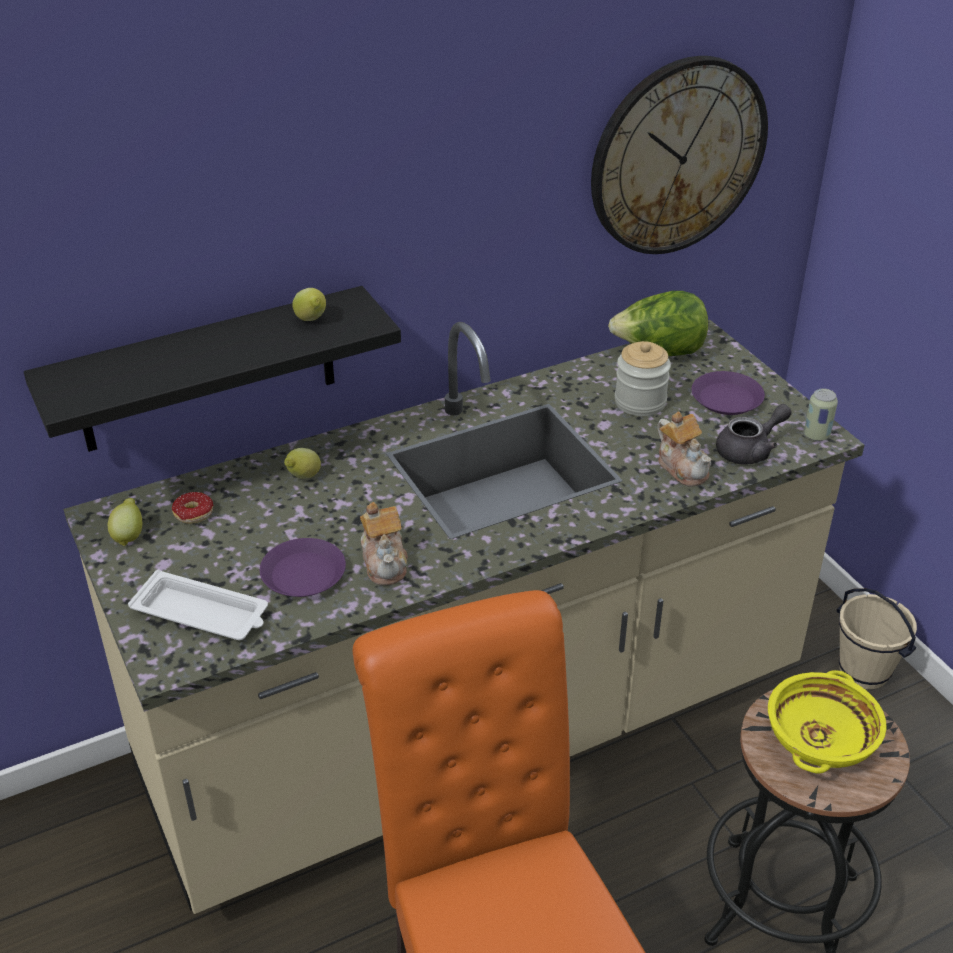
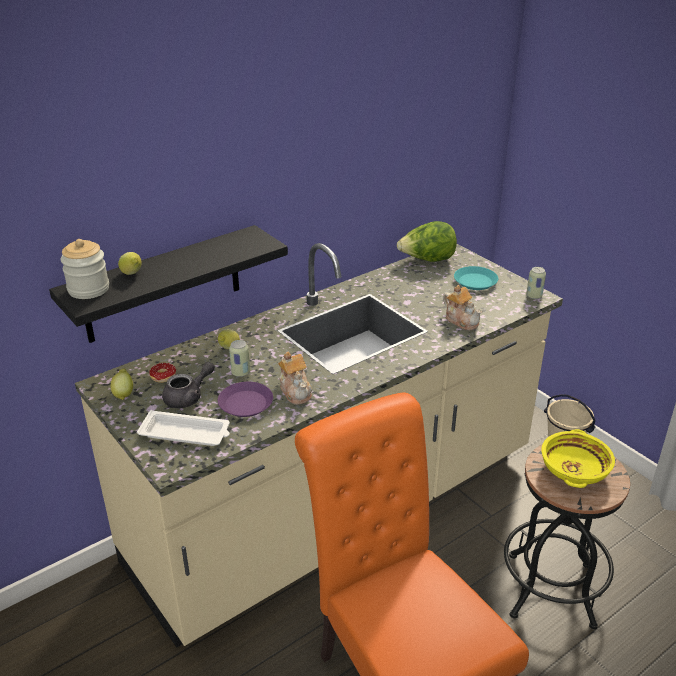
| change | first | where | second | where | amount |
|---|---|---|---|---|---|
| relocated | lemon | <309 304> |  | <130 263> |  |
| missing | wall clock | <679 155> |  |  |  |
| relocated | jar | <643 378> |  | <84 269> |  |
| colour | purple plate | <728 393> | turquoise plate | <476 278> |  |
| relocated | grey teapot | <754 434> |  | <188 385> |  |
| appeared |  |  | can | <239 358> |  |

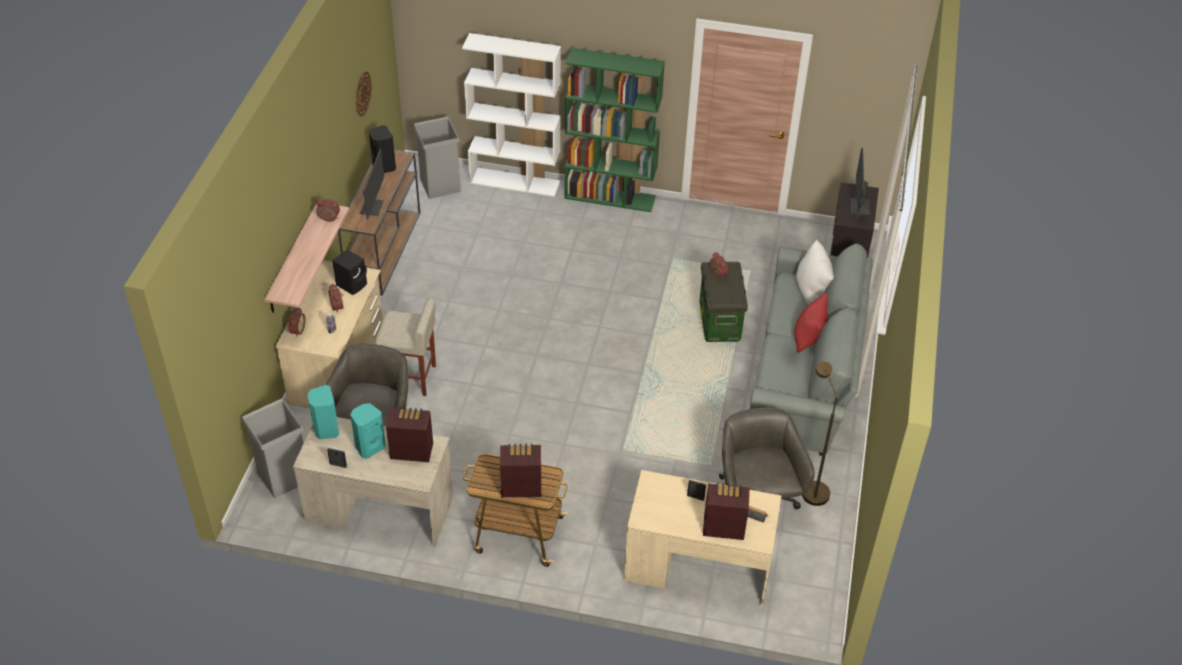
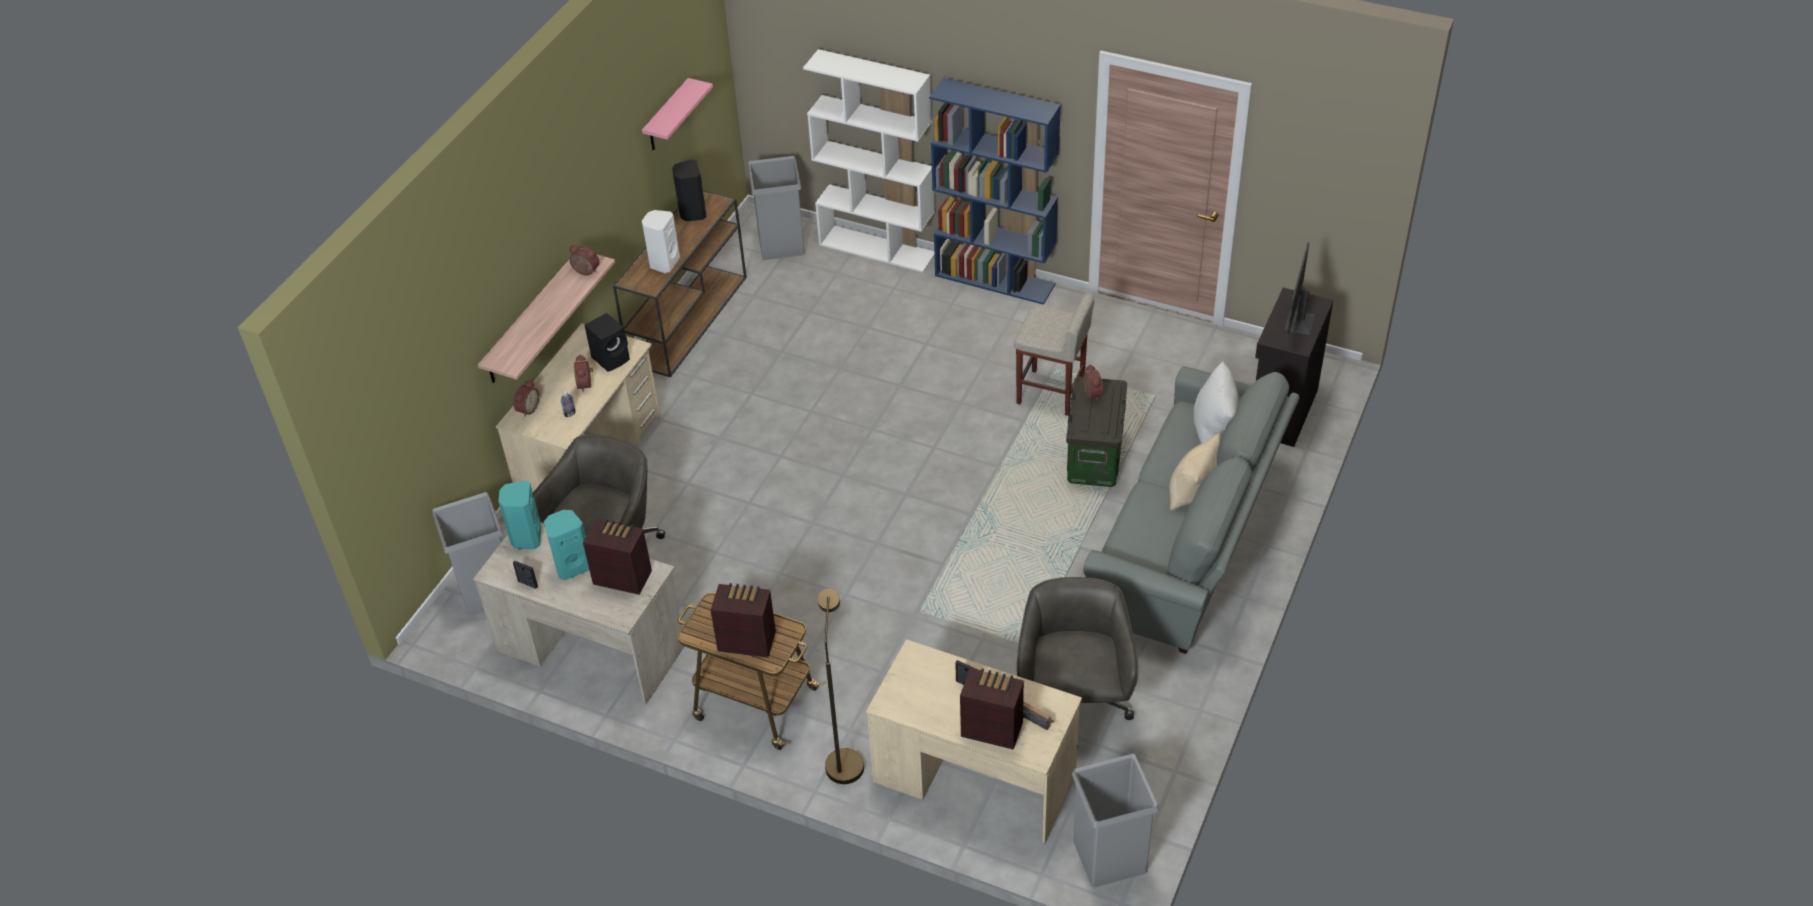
| change | first | where | second | where | amount |
|---|---|---|---|---|---|
| exchanged | wall clock | <364 94> | pink shelf | <677 114> |  |
| exchanged | monitor | <372 184> | white speaker | <661 241> |  |
| relocated | beige stool | <405 347> |  | <1054 354> |  |
| colour | green bookcase | <614 130> | blue bookcase | <995 191> |  |
| colour | red pillow | <811 322> | beige pillow | <1195 472> |  |
| relocated | brown floor lamp | <819 433> |  | <841 686> |  |
| appeared |  |  | grey trash can | <1115 821> |  |

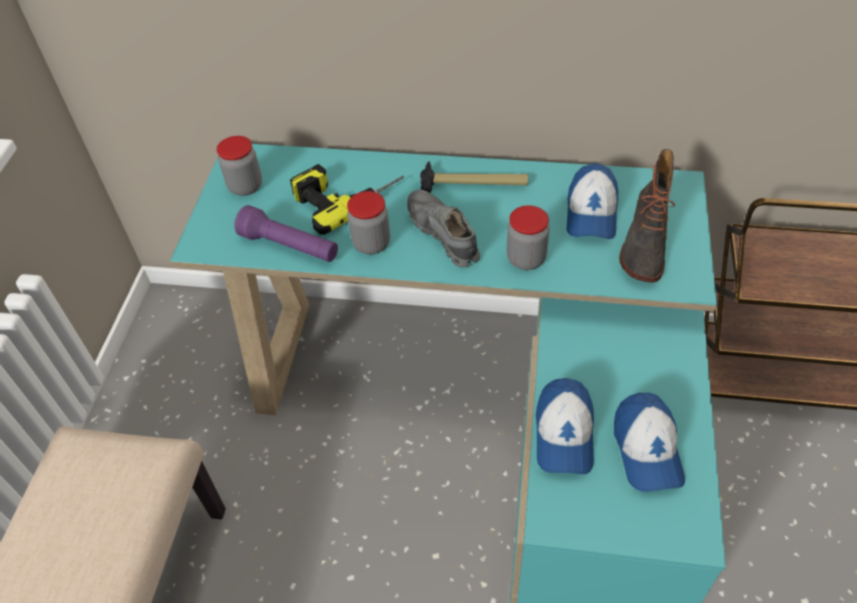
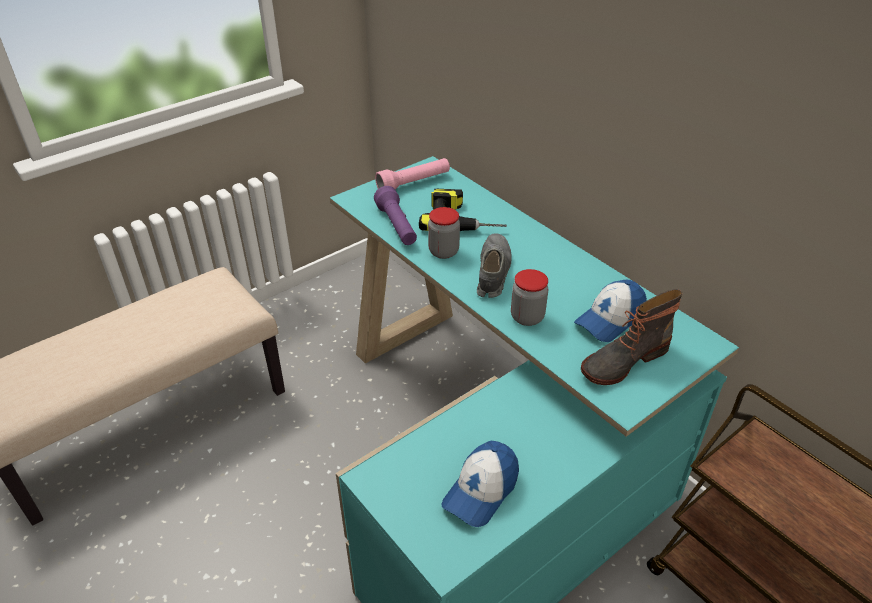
| change | first | where | second | where | amount |
|---|---|---|---|---|---|
| exchanged | jar | <239 166> | pink flashlight | <412 174> |  |
| missing | hammer | <474 177> |  |  |  |
| missing | cap | <565 426> |  |  |  |

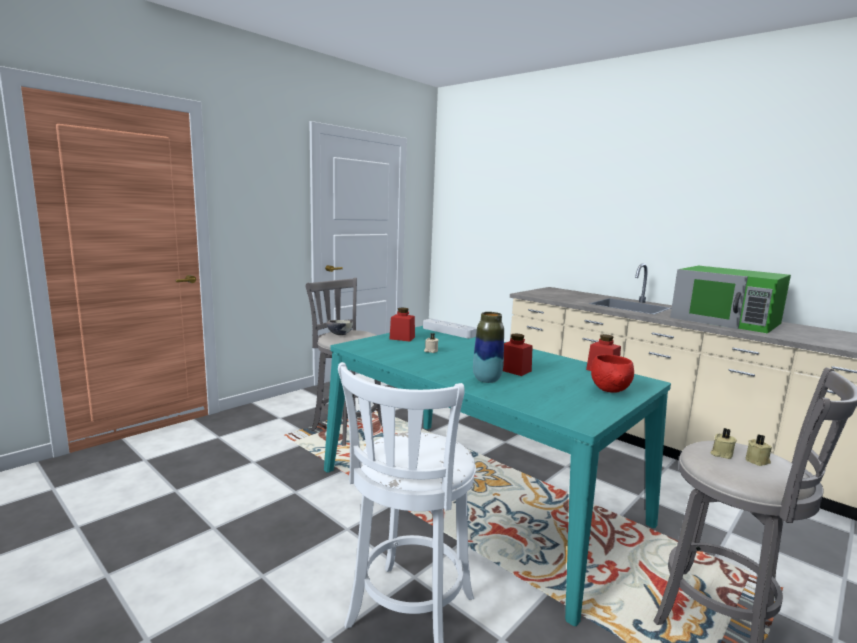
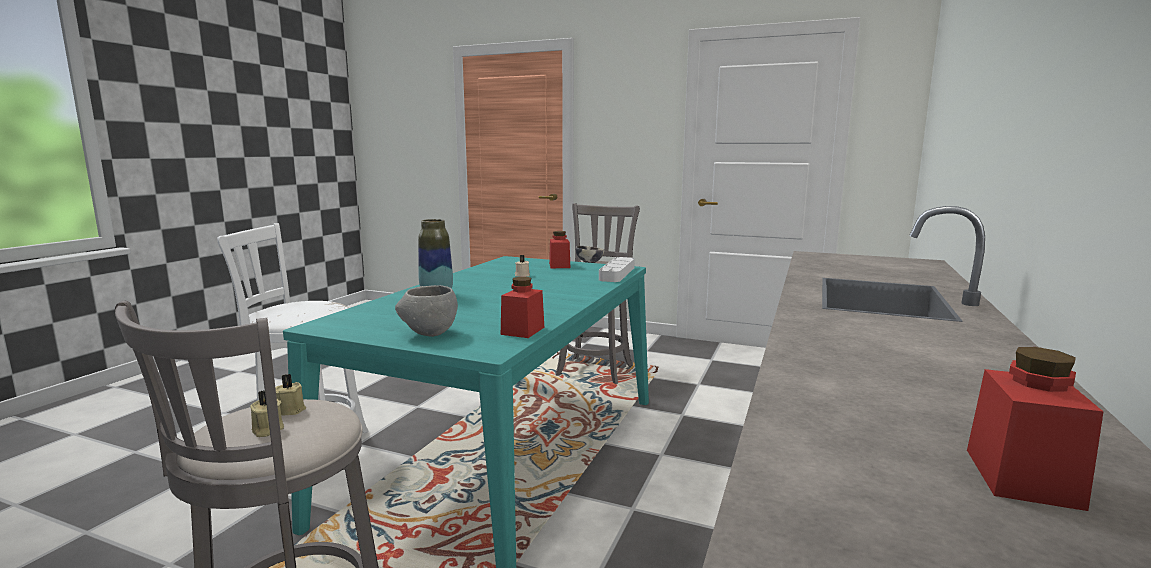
| change | first | where | second | where | amount |
|---|---|---|---|---|---|
| relocated | red jar | <518 354> |  | <1035 429> |  |
| colour | red bowl | <612 373> | grey bowl | <426 311> |  |
| missing | green microwave | <730 299> |  |  |  |

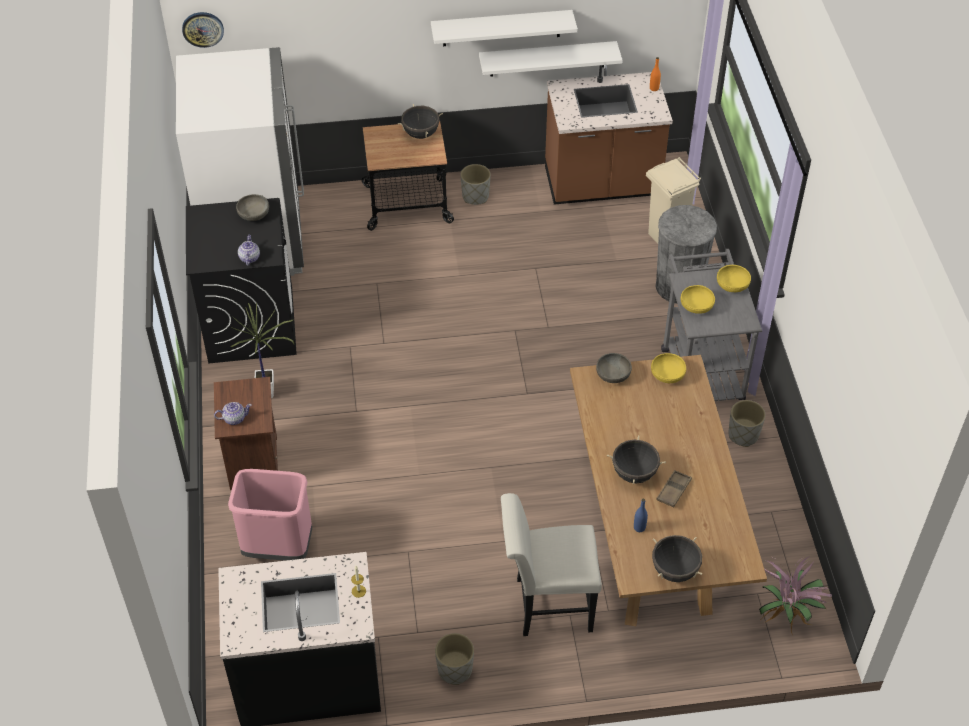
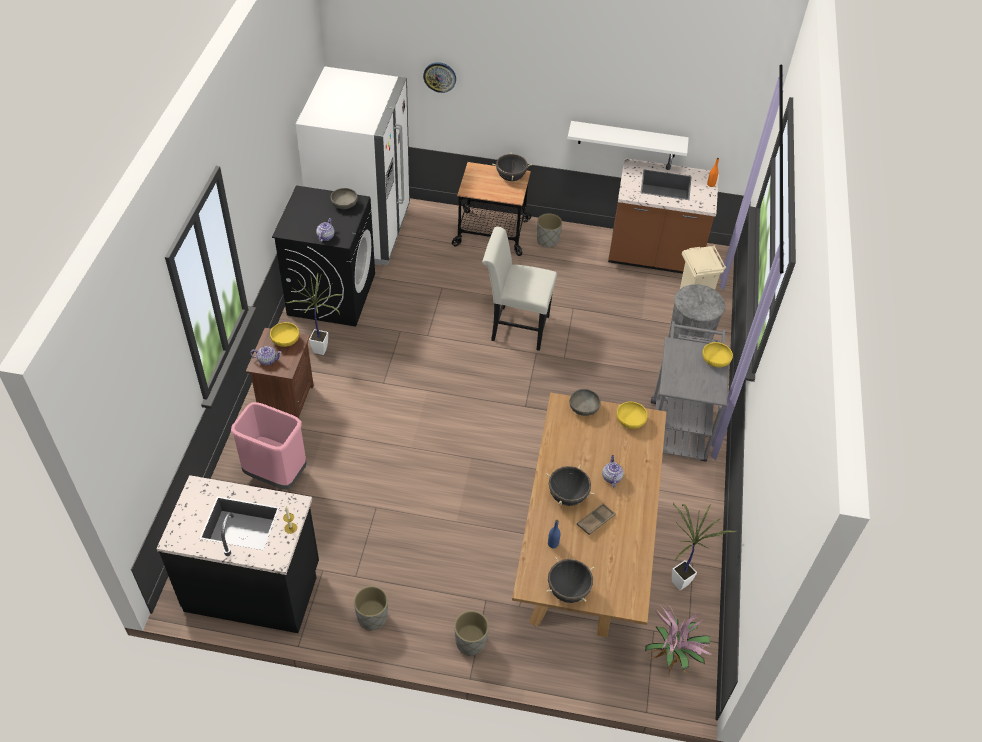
| change | first | where | second | where | amount |
|---|---|---|---|---|---|
| relocated | wall clock | <203 30> |  | <439 77> |  |
| missing | white shelf | <504 28> |  |  |  |
| relocated | white chair | <551 564> |  | <519 289> |  |
| relocated | yellow bowl | <698 299> |  | <284 334> |  |
| relocated | grey planter | <747 423> |  | <471 633> |  |
| appeared |  |  | teapot | <613 471> |  |
| appeared |  |  | potted plant | <704 546> |  |

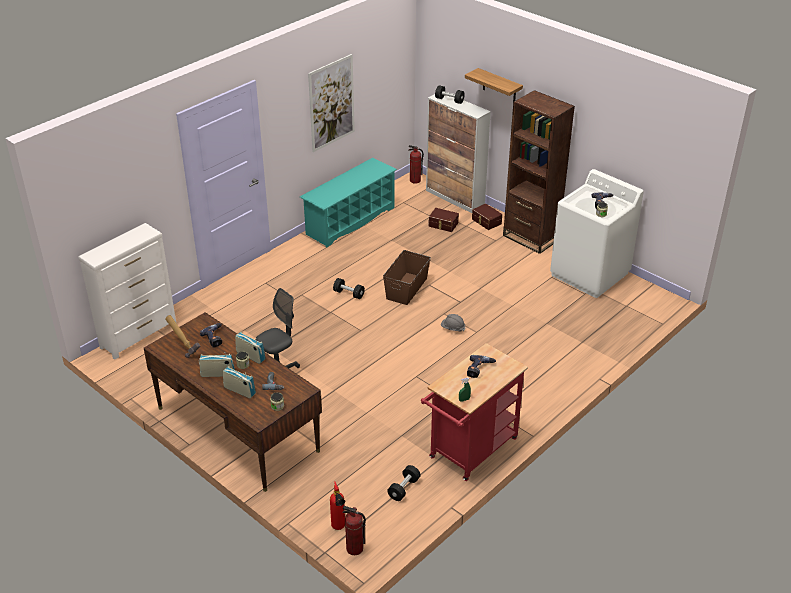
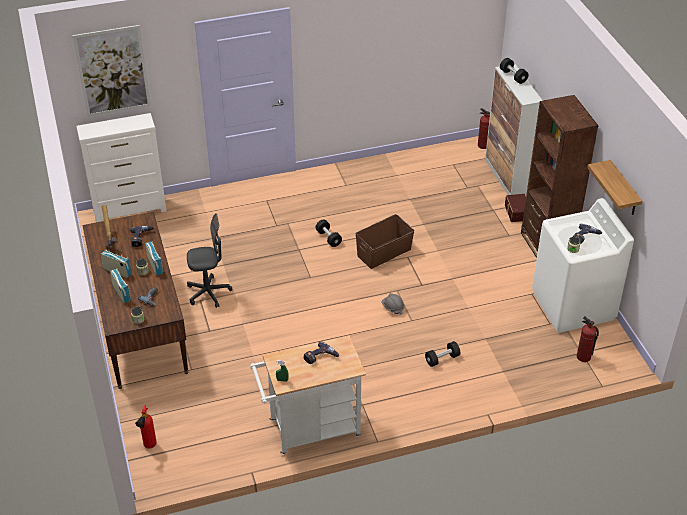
| change | first | where | second | where | amount |
|---|---|---|---|---|---|
| missing | turquoise shoe rack | <348 203> |  |  |  |
| relocated | picture | <331 103> |  | <112 70> |  |
| relocated | fire extinguisher | <354 530> |  | <588 339> |  |
| relocated | black dumbbell | <403 483> |  | <442 354> |  |
| colour | red cart | <474 412> | white cart | <308 395> |  |
| missing | brown storage box | <444 220> |  |  |  |
| relocated | shelf | <494 85> |  | <614 187> |  |

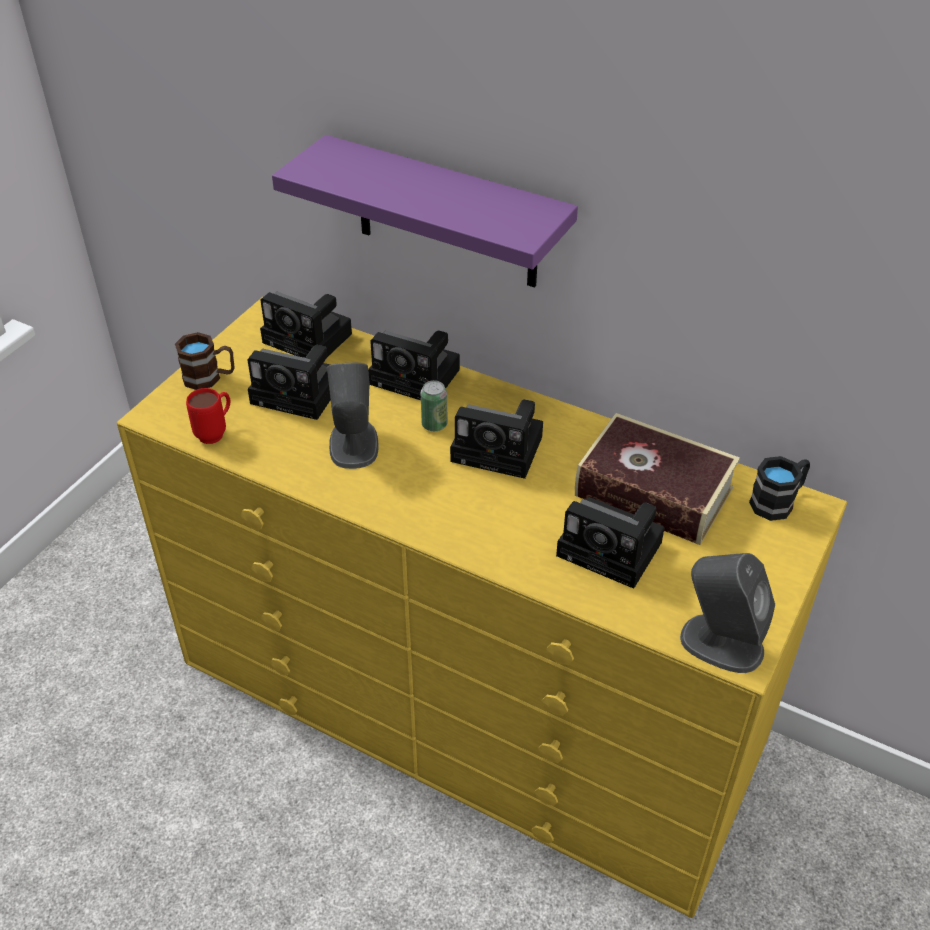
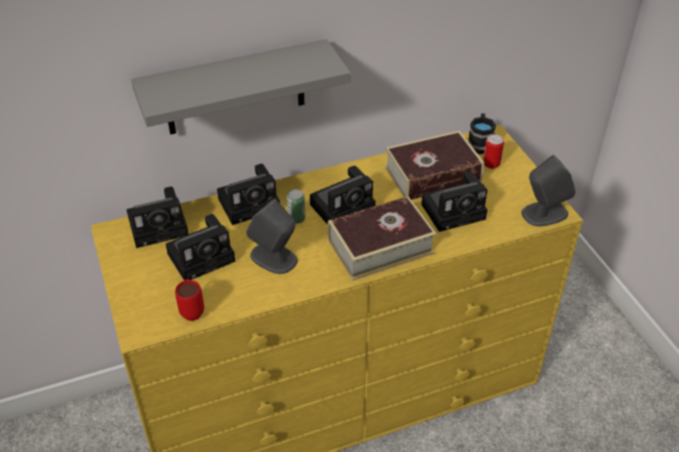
| change | first | where | second | where | amount |
|---|---|---|---|---|---|
| missing | brown mug | <204 361> |  |  |  |
| colour | purple shelf | <425 211> | grey shelf | <241 87> |  |
| appeared |  |  | book | <381 238> |  |
| appeared |  |  | can | <493 151> |  |

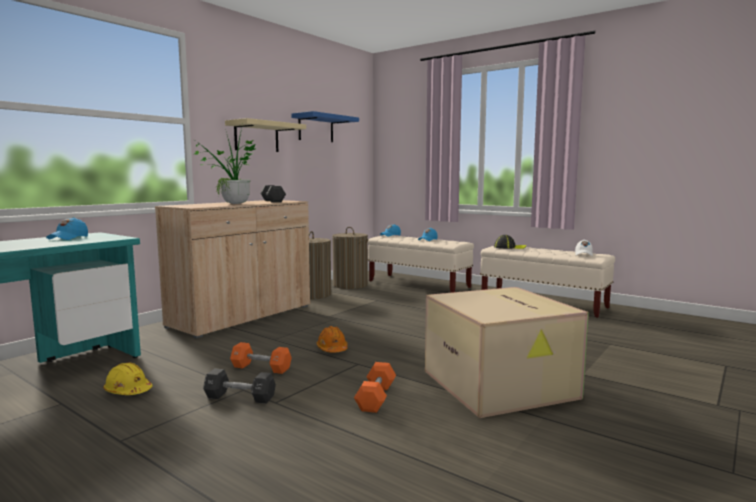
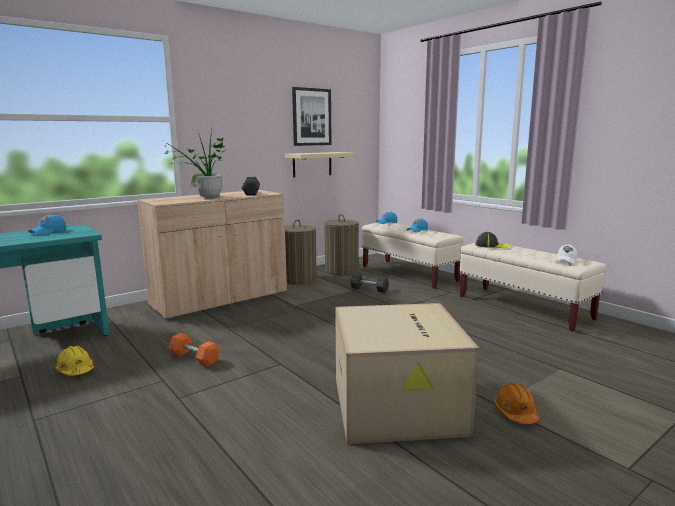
| change | first | where | second | where | amount |
|---|---|---|---|---|---|
| relocated | black dumbbell | <239 386> |  | <369 283> |  |
| relocated | beige shelf | <265 135> |  | <319 165> |  |
| exchanged | blue shelf | <325 126> | picture | <312 116> |  |
| relocated | orange hard hat | <332 339> |  | <516 403> |  |
| missing | orange dumbbell | <375 387> |  |  |  |

